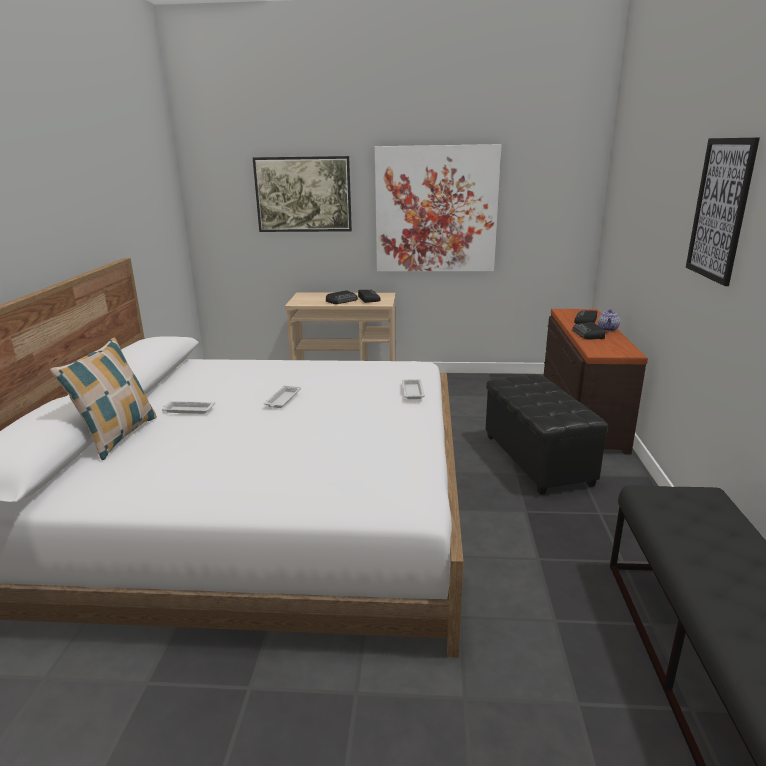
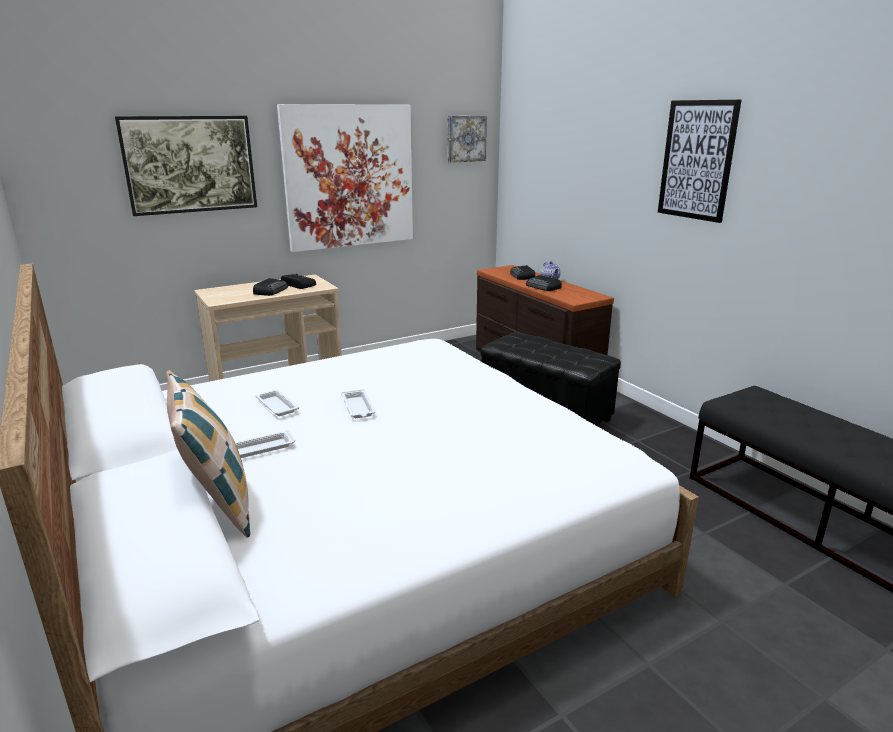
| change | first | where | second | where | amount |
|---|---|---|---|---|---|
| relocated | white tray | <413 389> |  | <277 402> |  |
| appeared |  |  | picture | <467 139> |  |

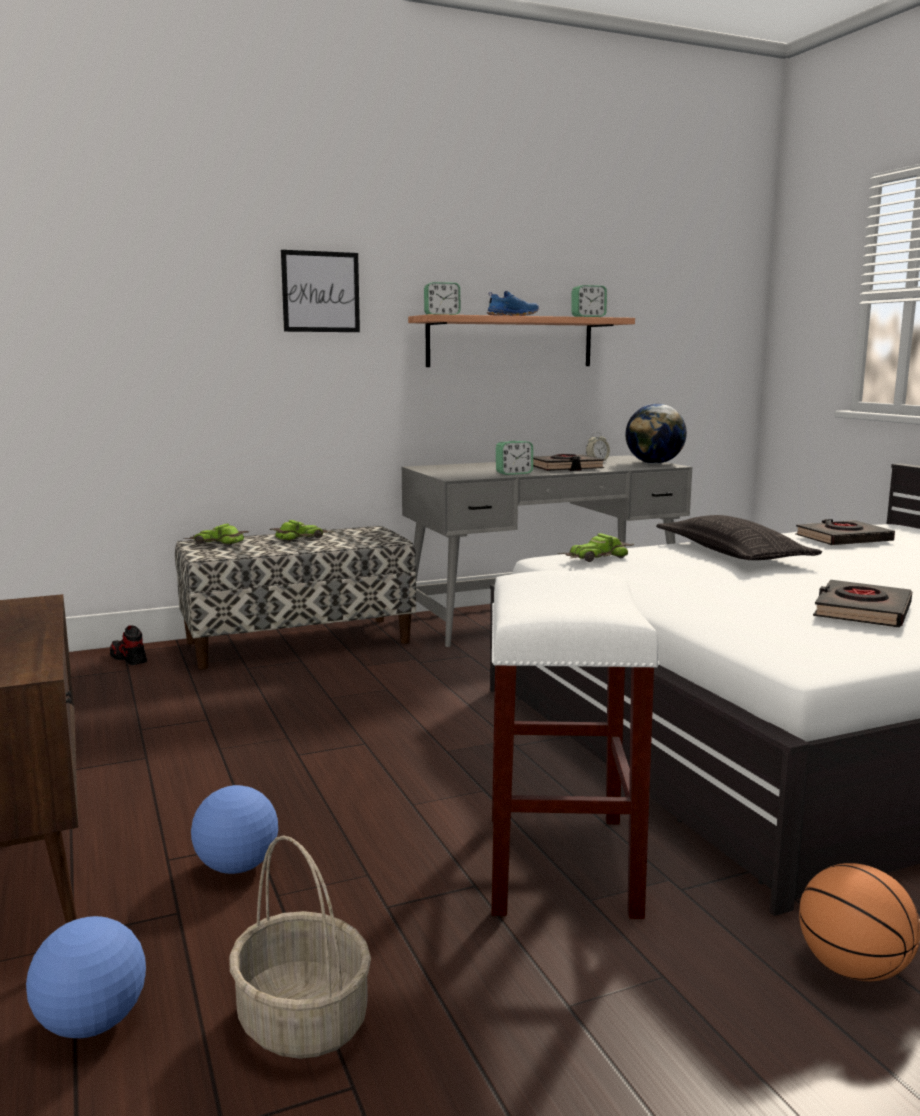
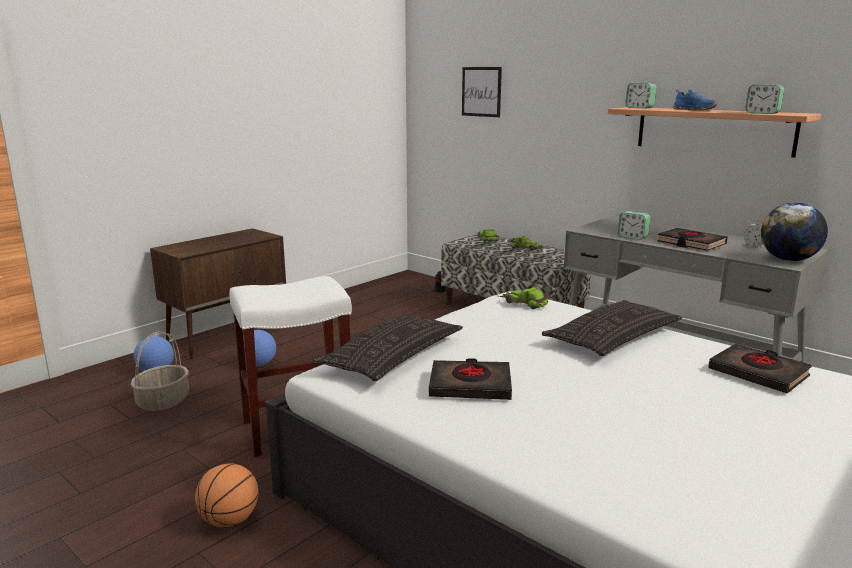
| change | first | where | second | where | amount |
|---|---|---|---|---|---|
| relocated | picture | <320 291> |  | <482 92> |  |
| appeared |  |  | pillow | <388 347> |  |

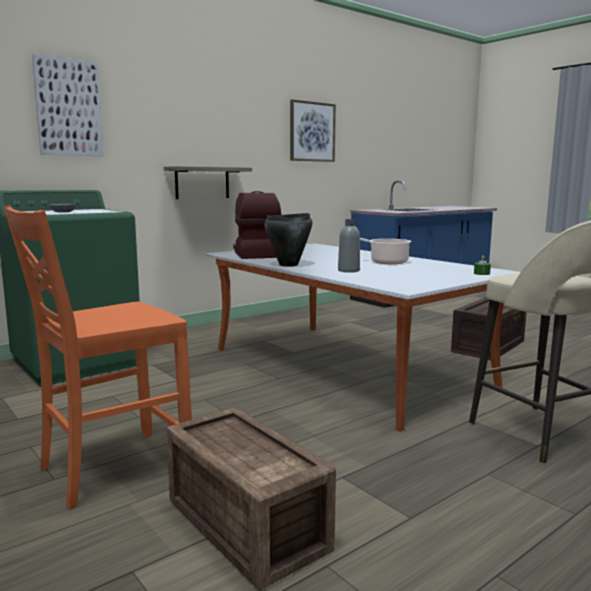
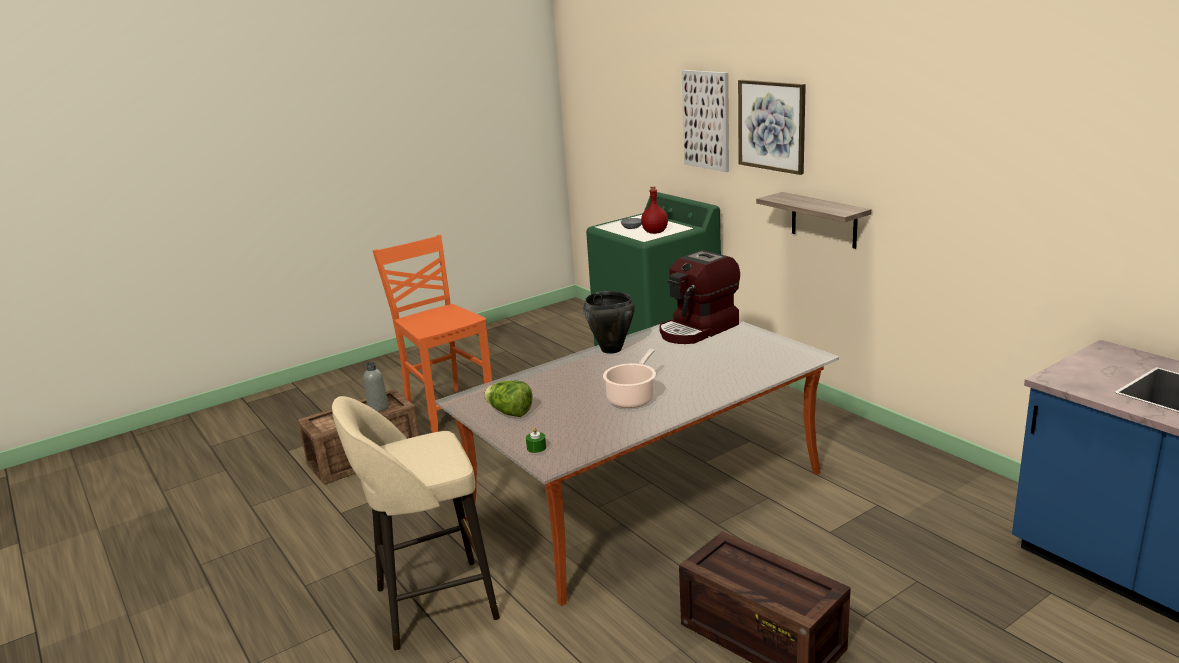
| change | first | where | second | where | amount |
|---|---|---|---|---|---|
| spun | coffee machine | <257 225> |  | <699 297> | 150 degrees clockwise |
| relocated | picture | <313 130> |  | <772 127> |  |
| relocated | grey bottle | <349 245> |  | <376 387> |  |
| appeared |  |  | lettuce | <508 398> |  |
| appeared |  |  | red bottle | <654 210> |  |

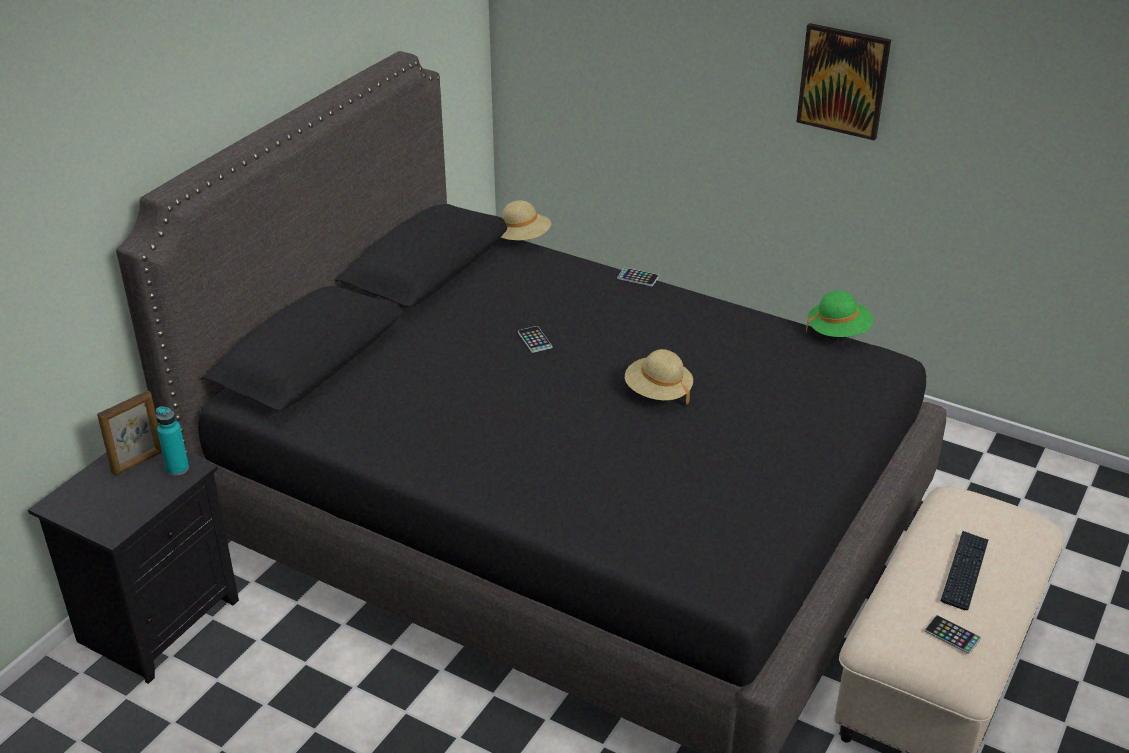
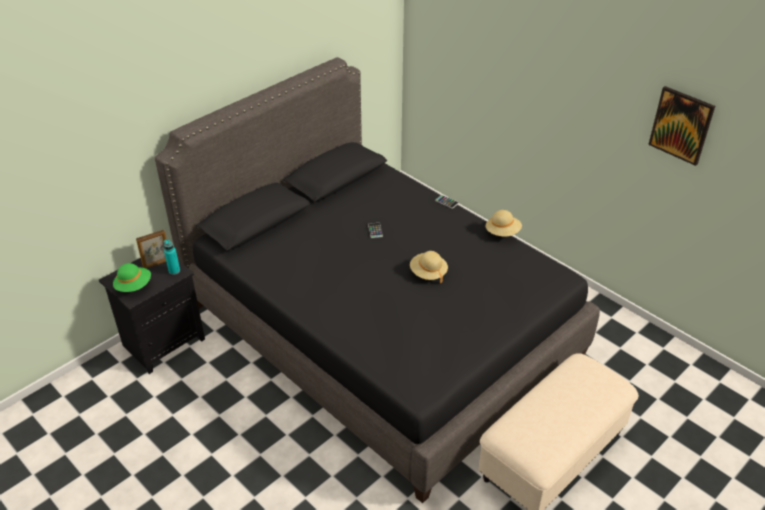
| change | first | where | second | where | amount |
|---|---|---|---|---|---|
| relocated | beige hat | <526 220> |  | <504 223> |  |
| relocated | picture | <843 82> |  | <681 126> |  |
| relocated | green hat | <839 314> |  | <132 277> |  |
| missing | phone | <953 634> |  |  |  |
| missing | keyboard | <964 570> |  |  |  |

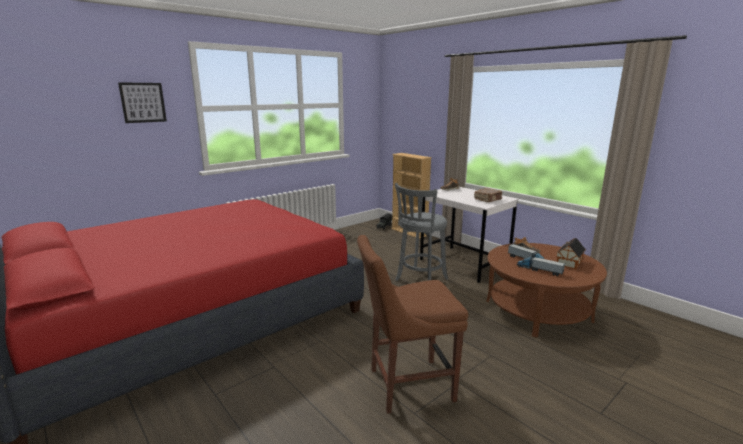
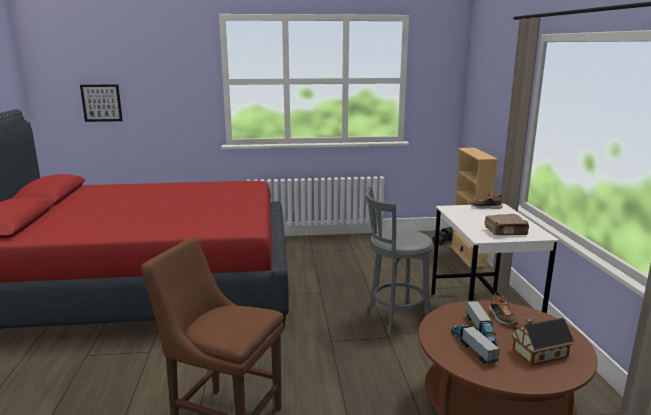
| change | first | where | second | where | amount |
|---|---|---|---|---|---|
| relocated | picture | <142 102> |  | <101 103> |  |

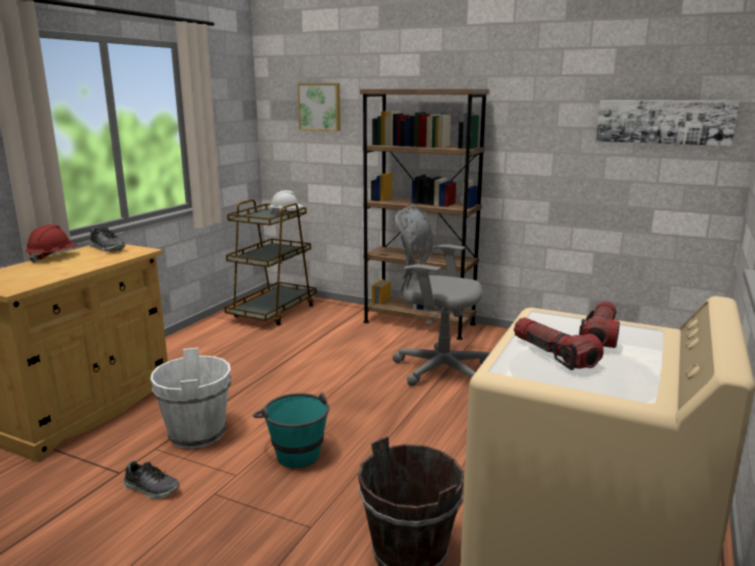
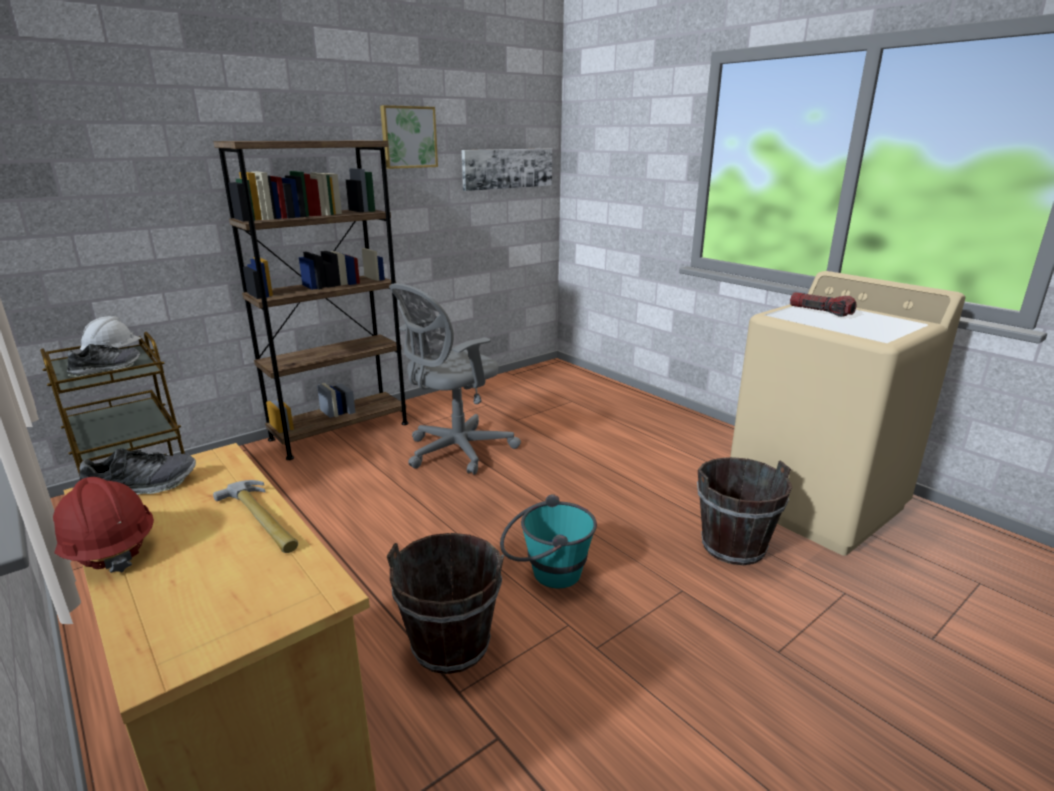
| change | first | where | second | where | amount |
|---|---|---|---|---|---|
| relocated | shoe | <151 480> |  | <103 360> |  |
| colour | white bucket | <190 398> | brown bucket | <445 603> |  |
| relocated | picture | <318 107> |  | <409 137> |  |
| missing | flashlight | <559 343> |  |  |  |
| appeared |  |  | hammer | <255 516> |  |

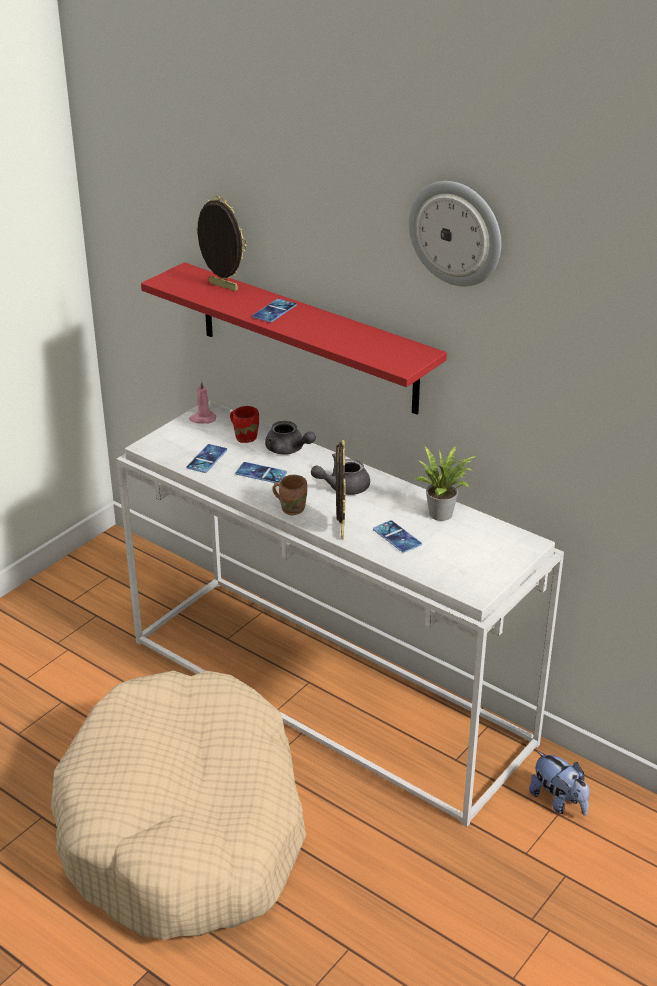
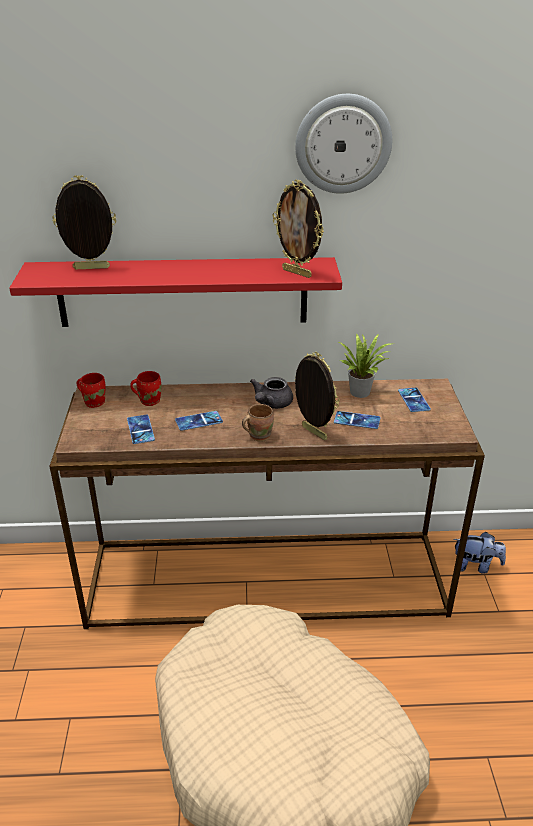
| change | first | where | second | where | amount |
|---|---|---|---|---|---|
| colour | white console table | <340 614> | brown console table | <267 504> |  |
| exchanged | pink candle | <202 402> | red mug | <91 390> |  |
| relocated | phone | <274 310> |  | <414 400> |  |
| missing | grey teapot | <290 438> |  |  |  |
| appeared |  |  | picture frame | <298 229> |  |

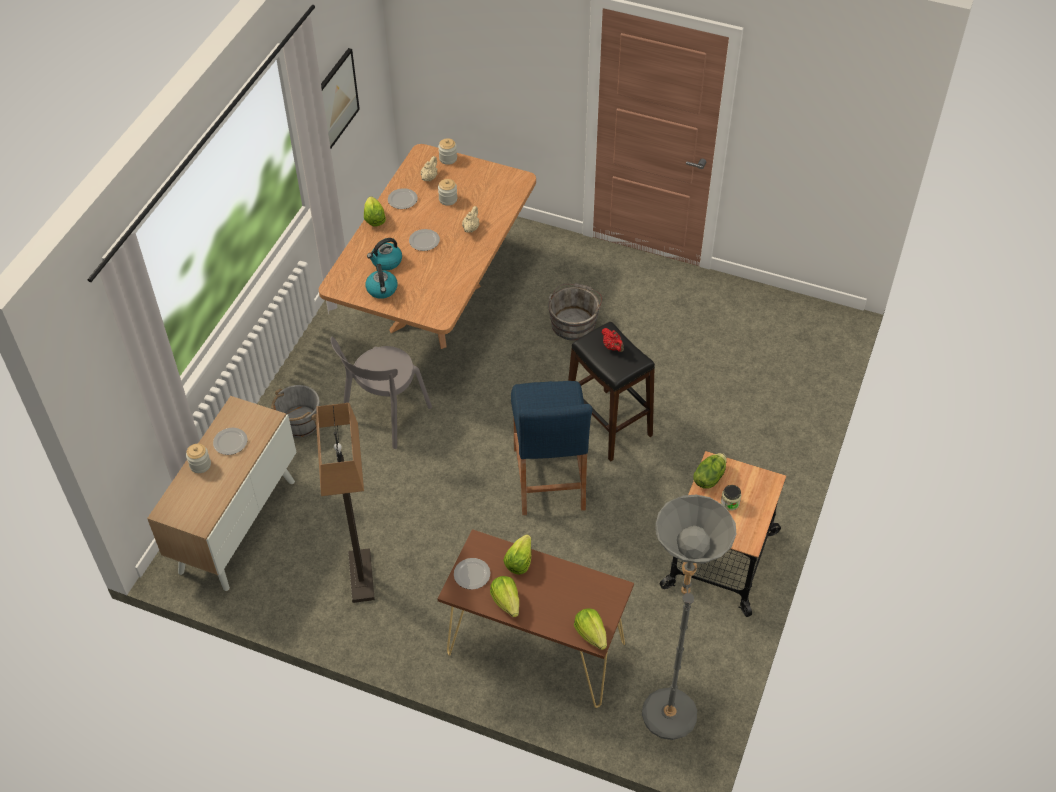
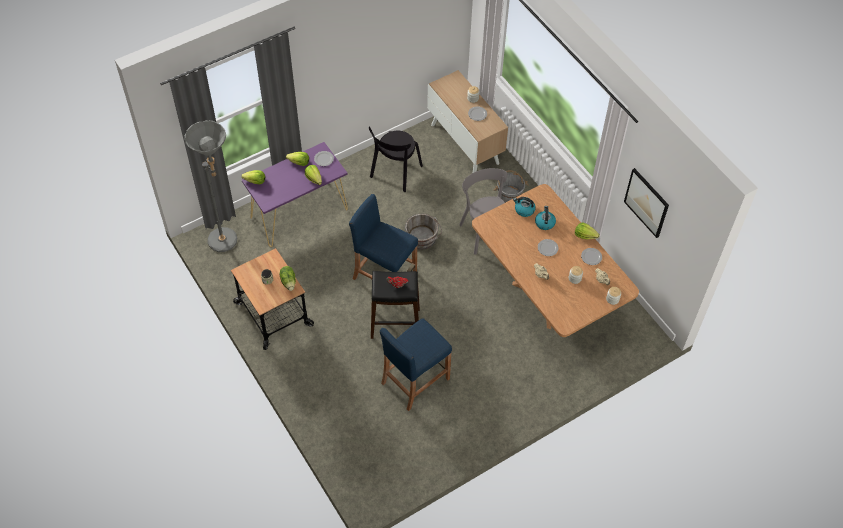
| change | first | where | second | where | amount |
|---|---|---|---|---|---|
| exchanged | floor lamp | <345 503> | black chair | <396 159> |  |
| colour | brown console table | <535 618> | purple console table | <295 194> |  |
| relocated | grey bucket | <575 312> |  | <423 232> |  |
| appeared |  |  | blue stool | <416 364> |  |

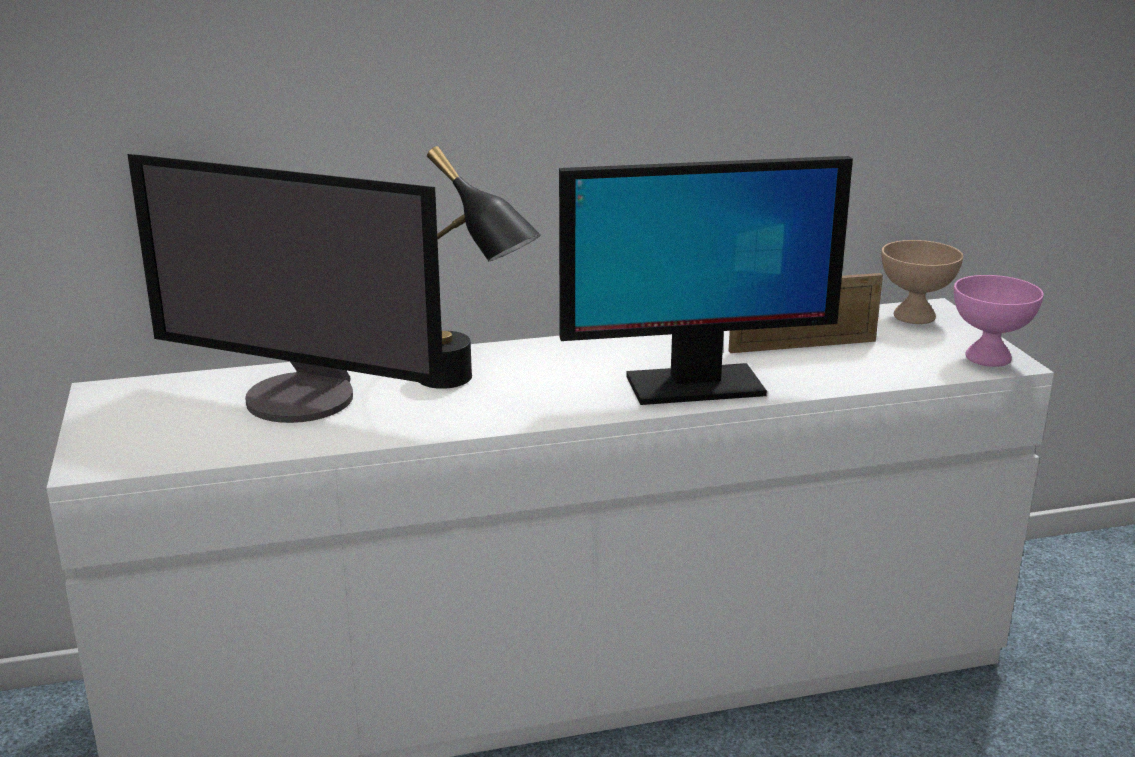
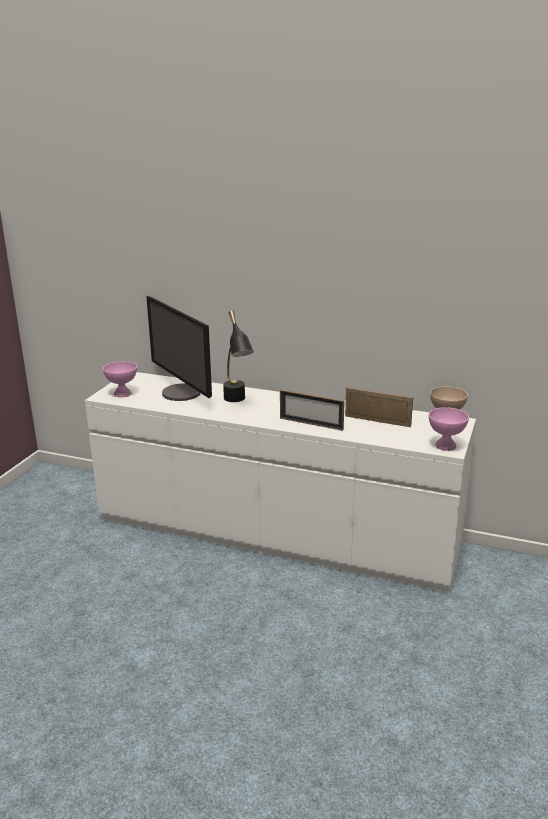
| change | first | where | second | where | amount |
|---|---|---|---|---|---|
| exchanged | monitor | <706 280> | picture frame | <312 410> |  |
| appeared |  |  | pink bowl | <120 379> |  |

